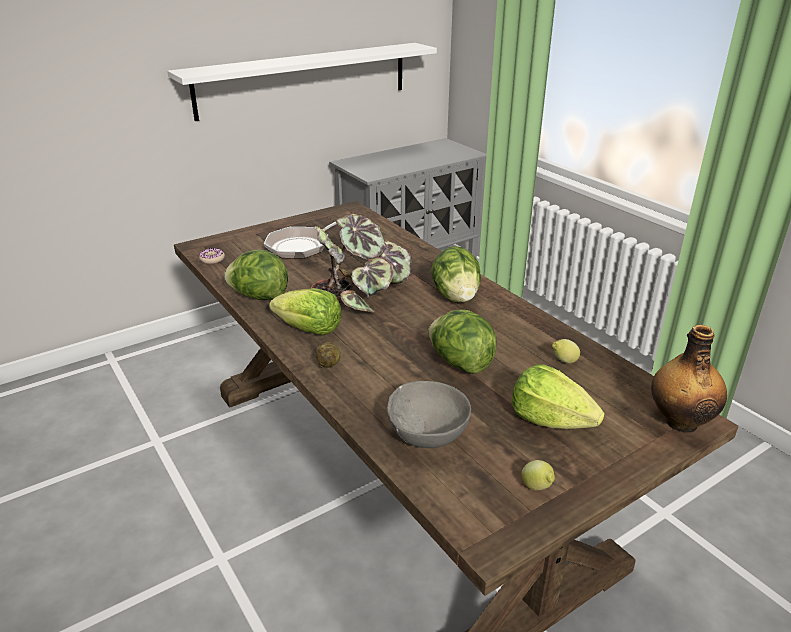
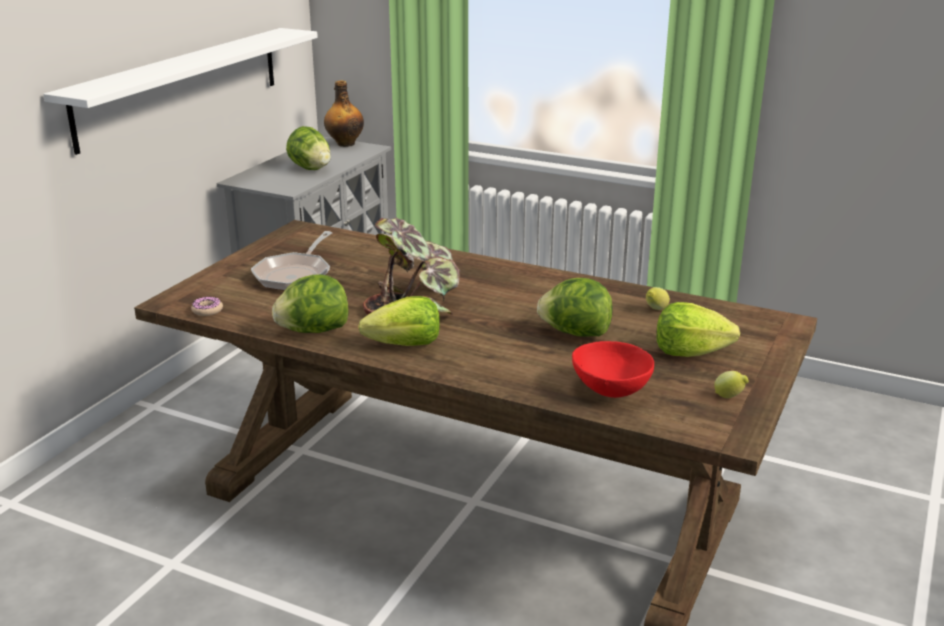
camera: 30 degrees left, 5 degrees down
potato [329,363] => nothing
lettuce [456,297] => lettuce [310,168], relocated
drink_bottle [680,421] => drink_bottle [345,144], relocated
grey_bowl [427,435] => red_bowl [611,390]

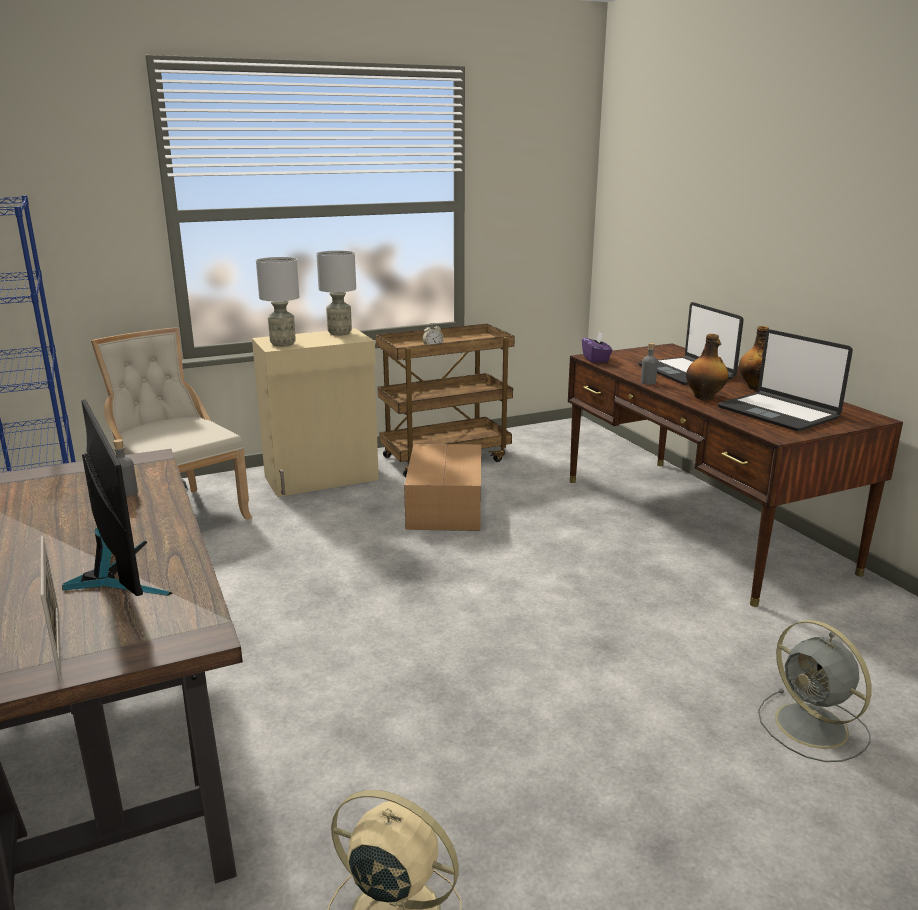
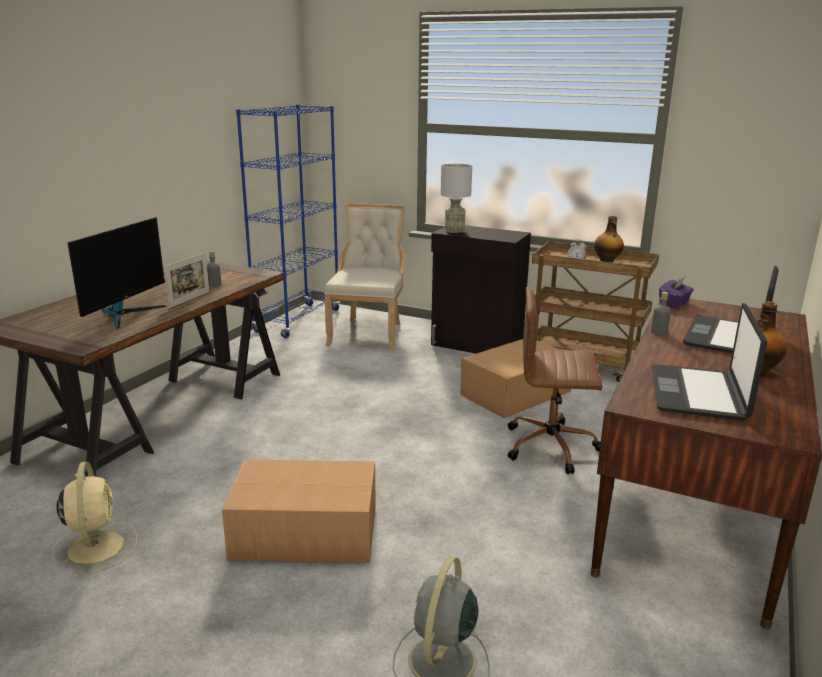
camera: 50 degrees right, 0 degrees up
grey_lamp_for_a_table [340,333] => nothing
nothing => cardboard_box [307,533]
nothing => brownish_computer_chair [552,446]
standing_frame [59,644] => standing_frame [190,299], relocated
drink_bottle [704,397] => drink_bottle [606,261], relocated
sand-coloured_cupboard [322,478] => black_cupboard [476,345]

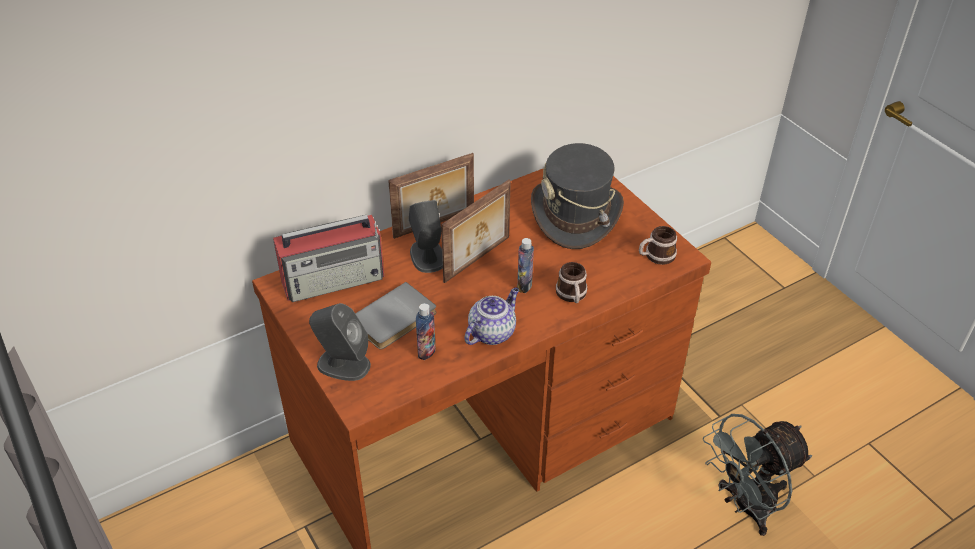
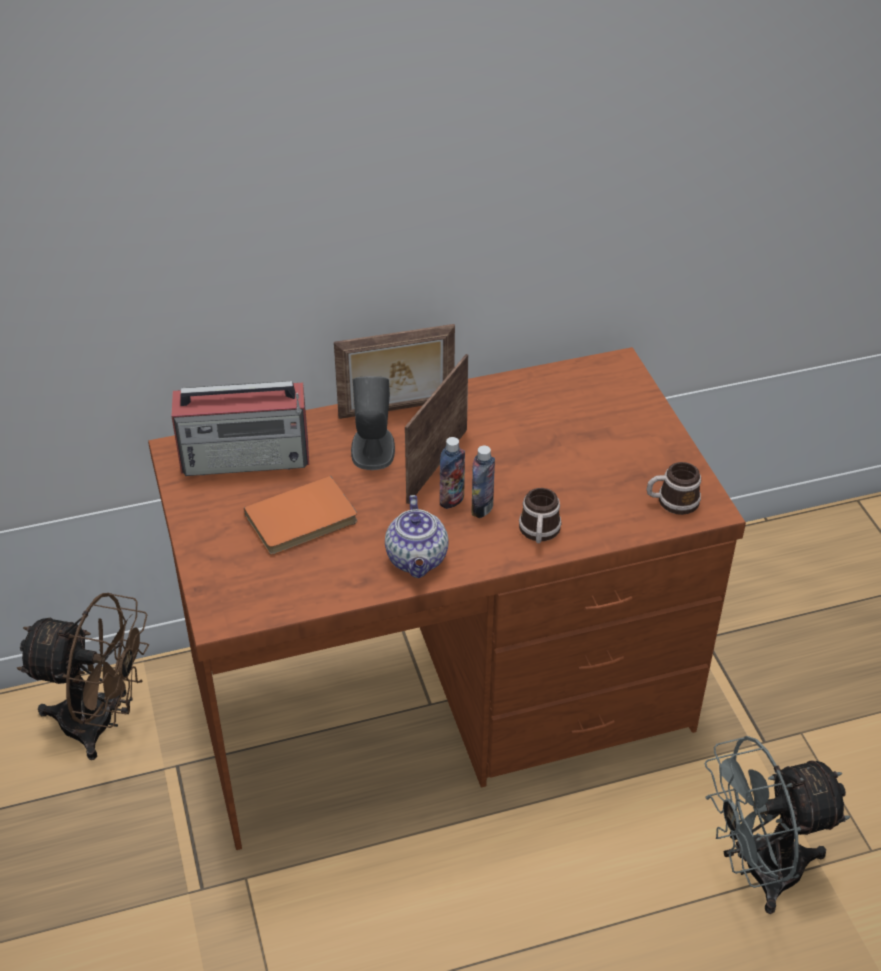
camera: 15 degrees right, 0 degrees up
grey_audio_speaker [343,364] => nothing
grey_hat [576,215] => nothing
nothing => brownish_fan [101,723]
drink_bottle [426,351] => drink_bottle [452,500], relocated
grey_bound_book [395,319] => orangey_bound_book [303,521]
standing_frame [478,260] => standing_frame [435,464], 150 degrees clockwise
tea_pot [492,332] => tea_pot [417,560], 120 degrees clockwise

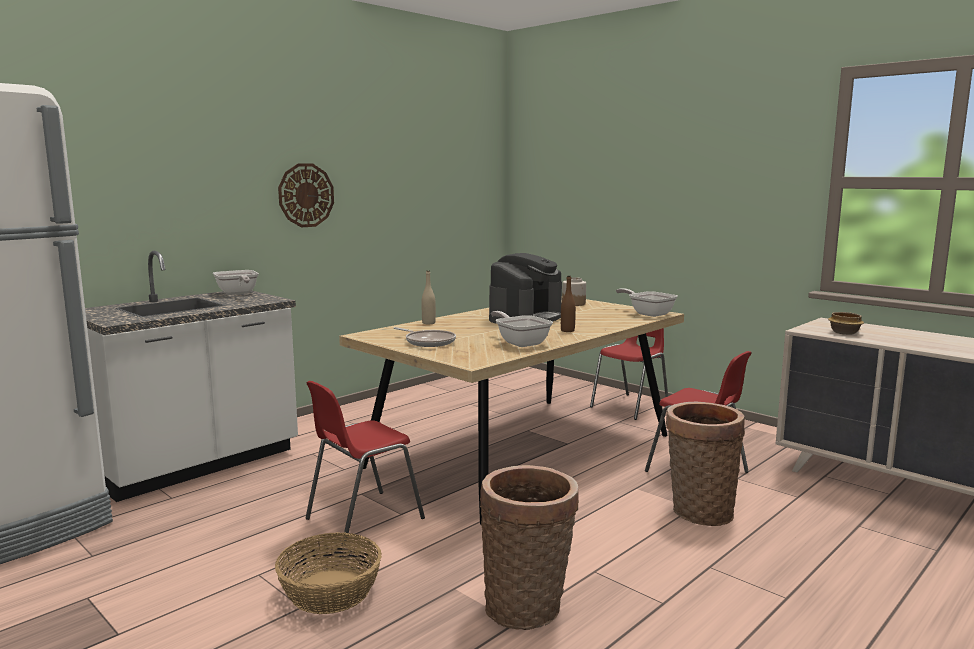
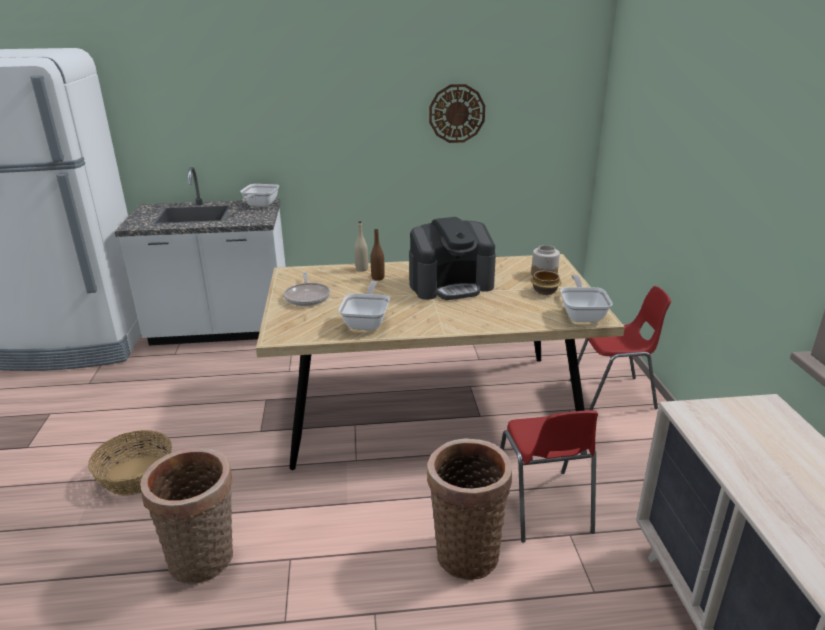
camera: 40 degrees right, 15 degrees up
red_upright_chair [363,518] => nothing
clock_on_the_wall [306,195] => clock_on_the_wall [456,113], relocated
brownish_drink_bottle [567,330] => brownish_drink_bottle [378,278], relocated
bowl [844,332] => bowl [545,291], relocated

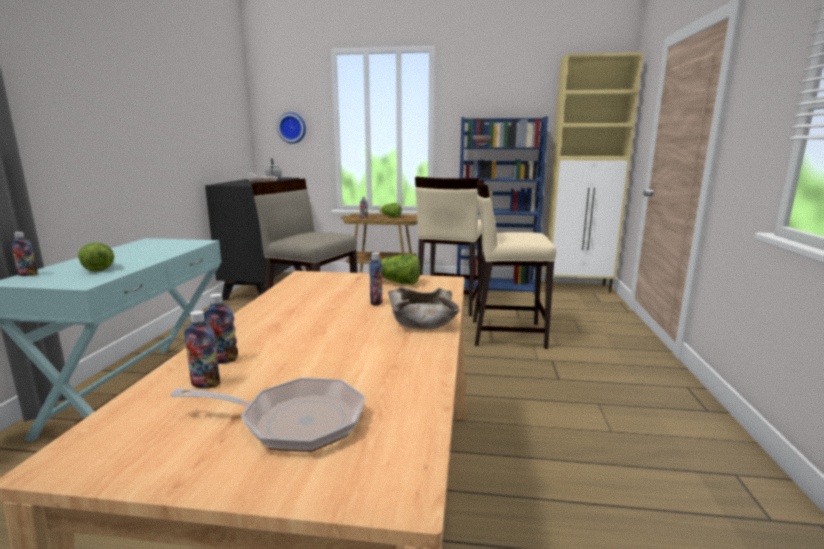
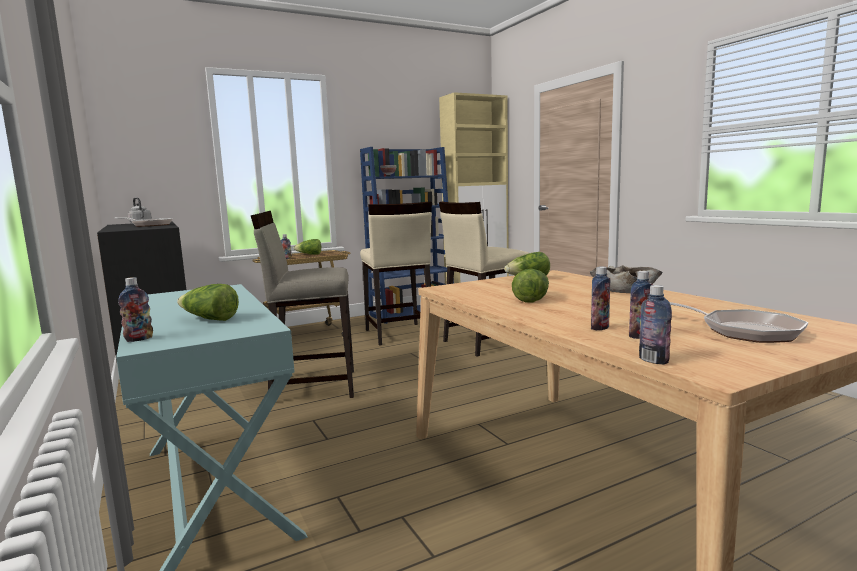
camera: 35 degrees left, 5 degrees down
clock_on_the_wall [292,128] => nothing
nothing => lettuce [531,299]
drink_bottle [376,302] => drink_bottle [653,360], relocated
frying_pan [294,421] => frying_pan [742,331], 75 degrees clockwise

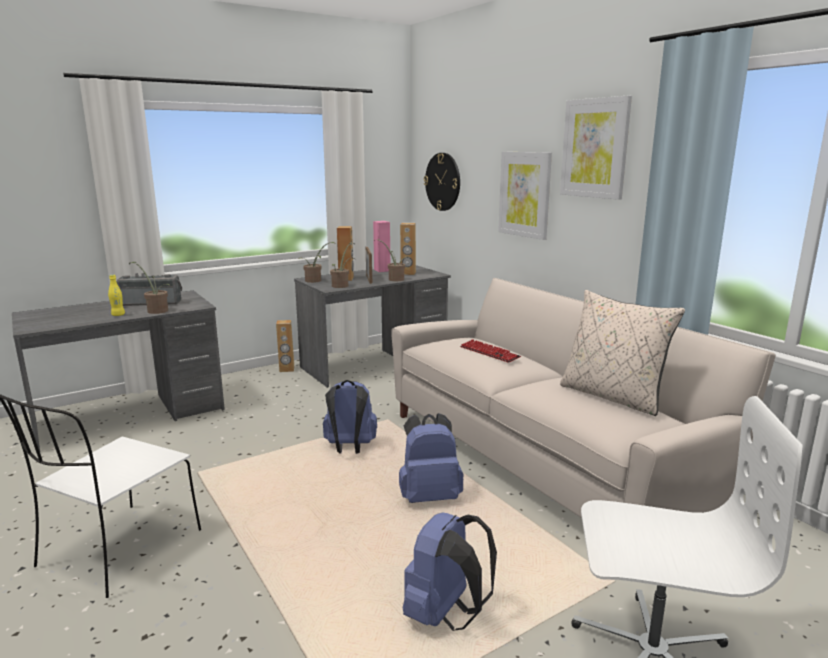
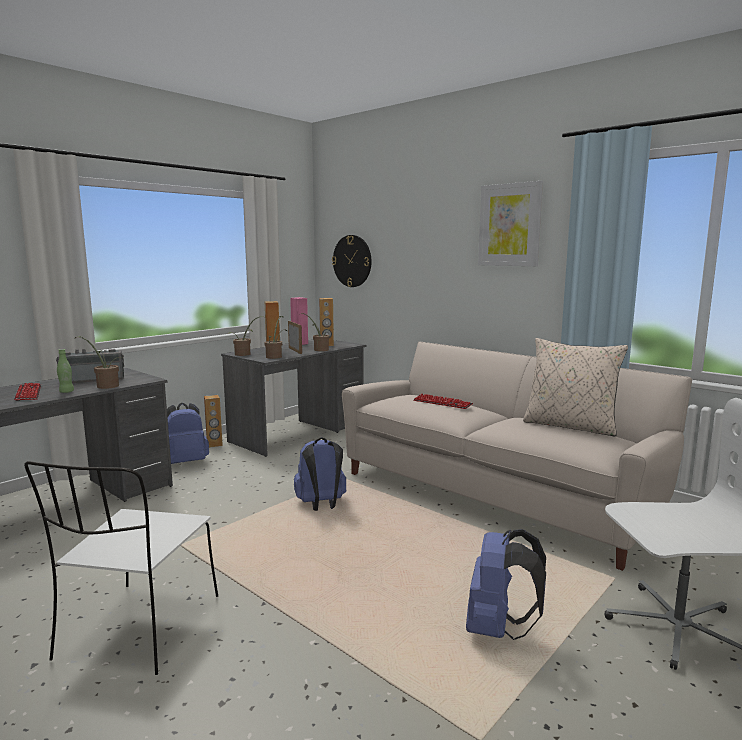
camera: 15 degrees left, 5 degrees down
wall_art [525,194] => nothing
nothing => PC_keyboard [28,393]
blue_rucksack [429,496] => blue_rucksack [186,462], relocated
yellow_drink_bottle [118,315] => green_drink_bottle [66,392]

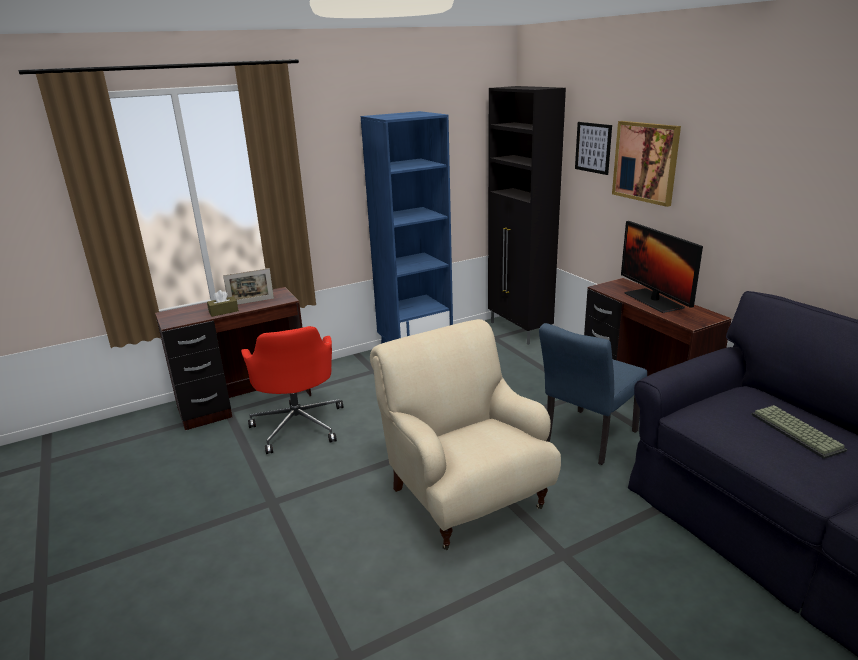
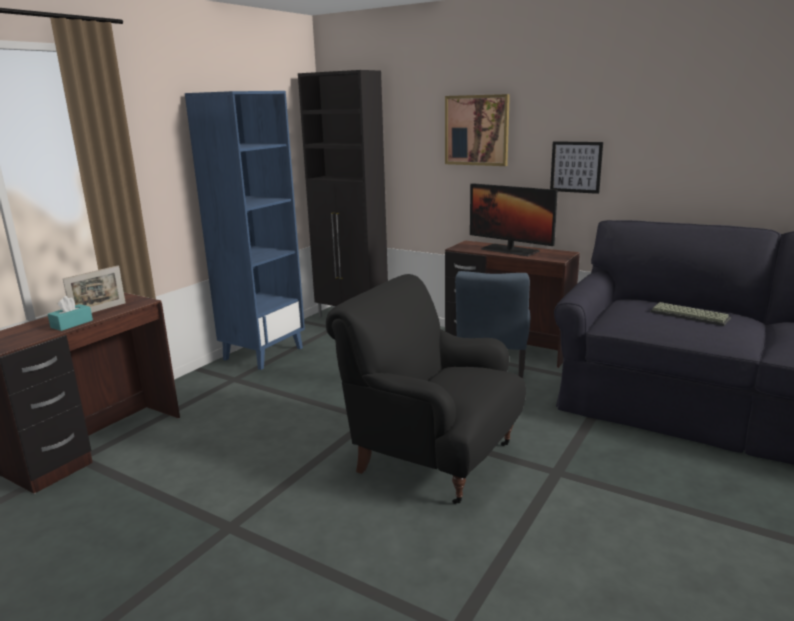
camera: 30 degrees left, 5 degrees down
red_computer_chair [298,425] => nothing
wall_art [593,147] => wall_art [576,167], relocated
brownish_tissue_holder [223,311] => blue-green_tissue_holder [72,324]
sand-coloured_easy_chair [465,497] => black_easy_chair [432,457]

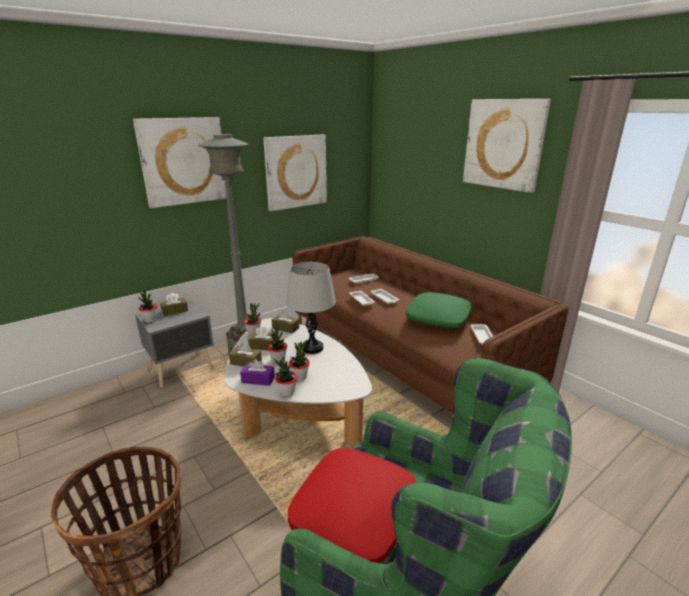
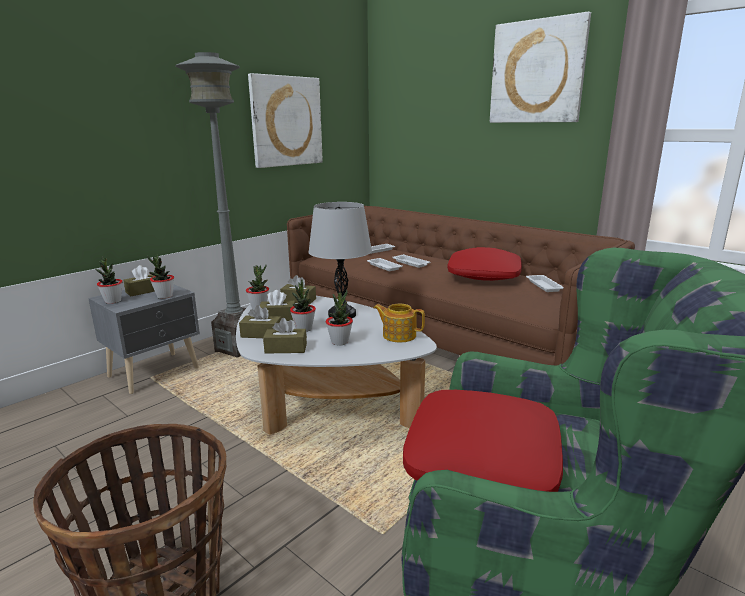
camera: 10 degrees left, 5 degrees down
wall_art [183,161] => nothing
nothing => tea_pot [398,335]
potted_plant [287,393] => potted_plant [164,296], relocated
purple_tissue_holder [258,380] => brownish_tissue_holder [286,348]
green_throw_pillow [438,317] => red_throw_pillow [483,274]

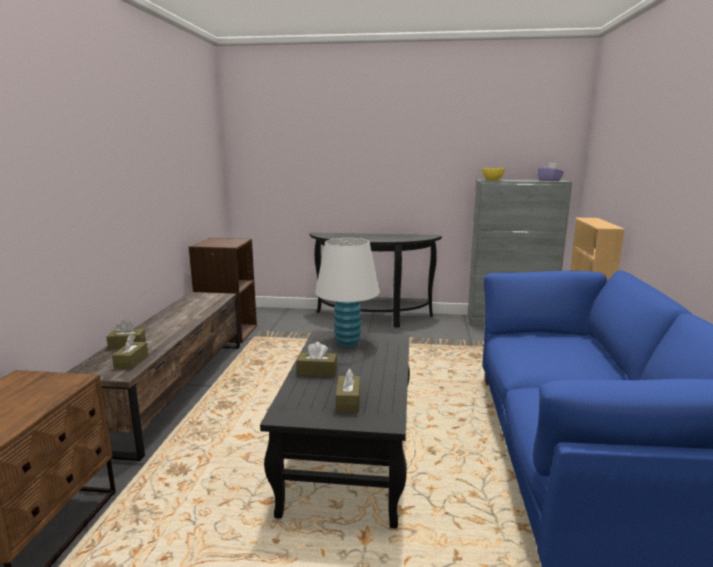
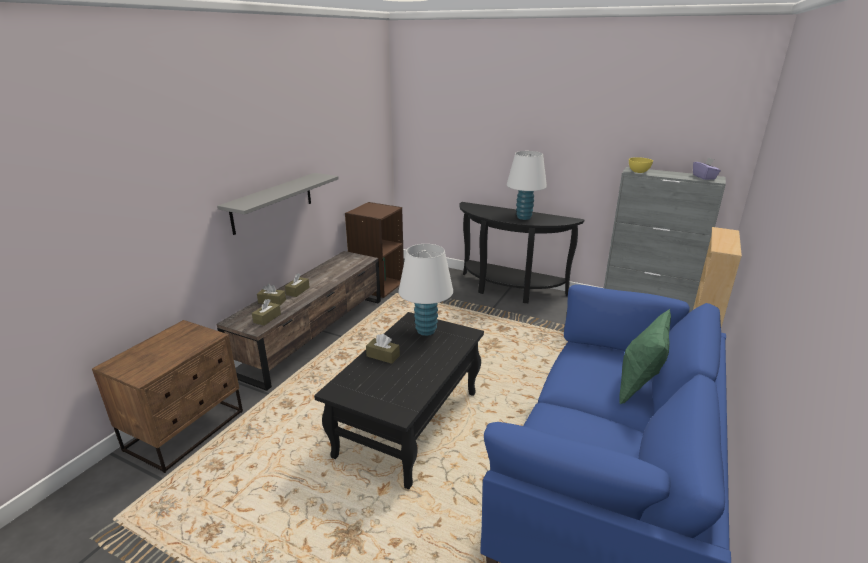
camera: 20 degrees right, 10 degrees up
nothing => grey_wall_shelf [272,202]
nothing => white-coloured_lamp_for_a_table [524,217]
nothing => green_throw_pillow [638,386]
brownish_tissue_holder [348,402] => brownish_tissue_holder [298,291], relocated

